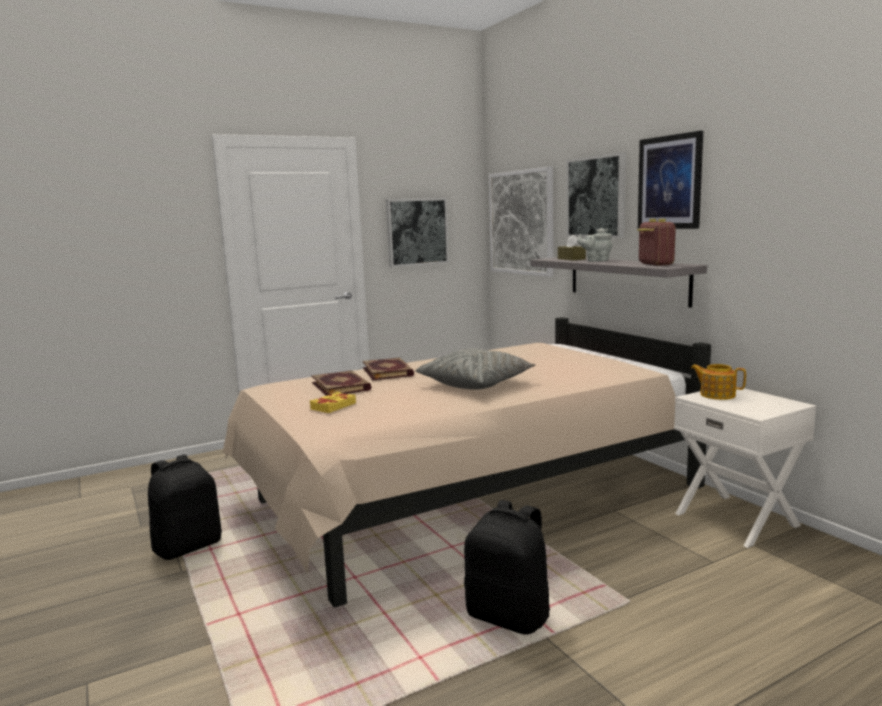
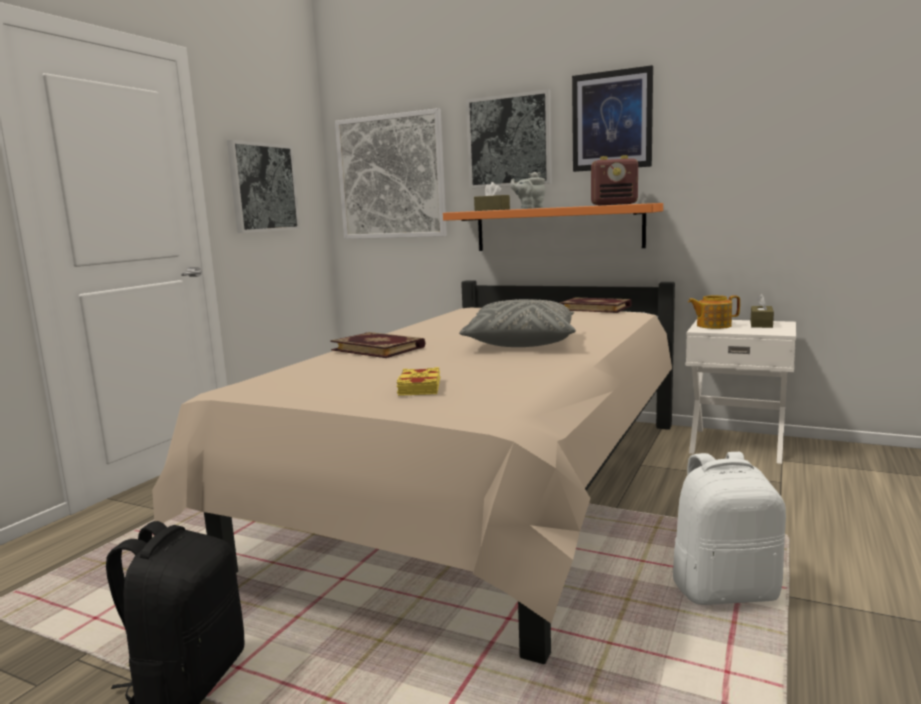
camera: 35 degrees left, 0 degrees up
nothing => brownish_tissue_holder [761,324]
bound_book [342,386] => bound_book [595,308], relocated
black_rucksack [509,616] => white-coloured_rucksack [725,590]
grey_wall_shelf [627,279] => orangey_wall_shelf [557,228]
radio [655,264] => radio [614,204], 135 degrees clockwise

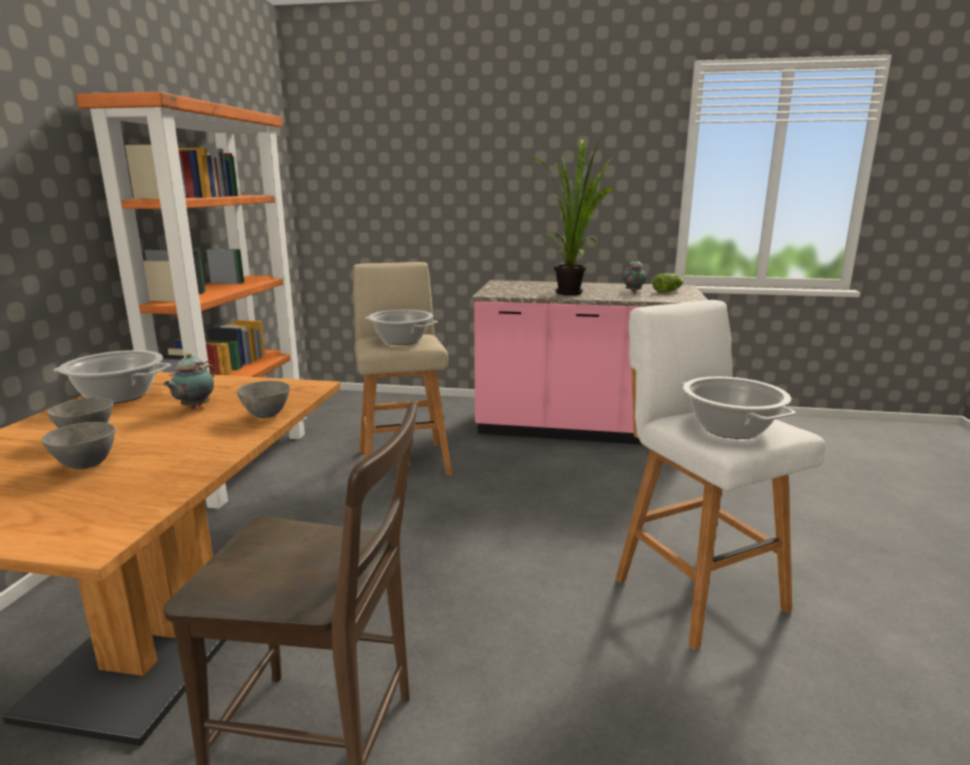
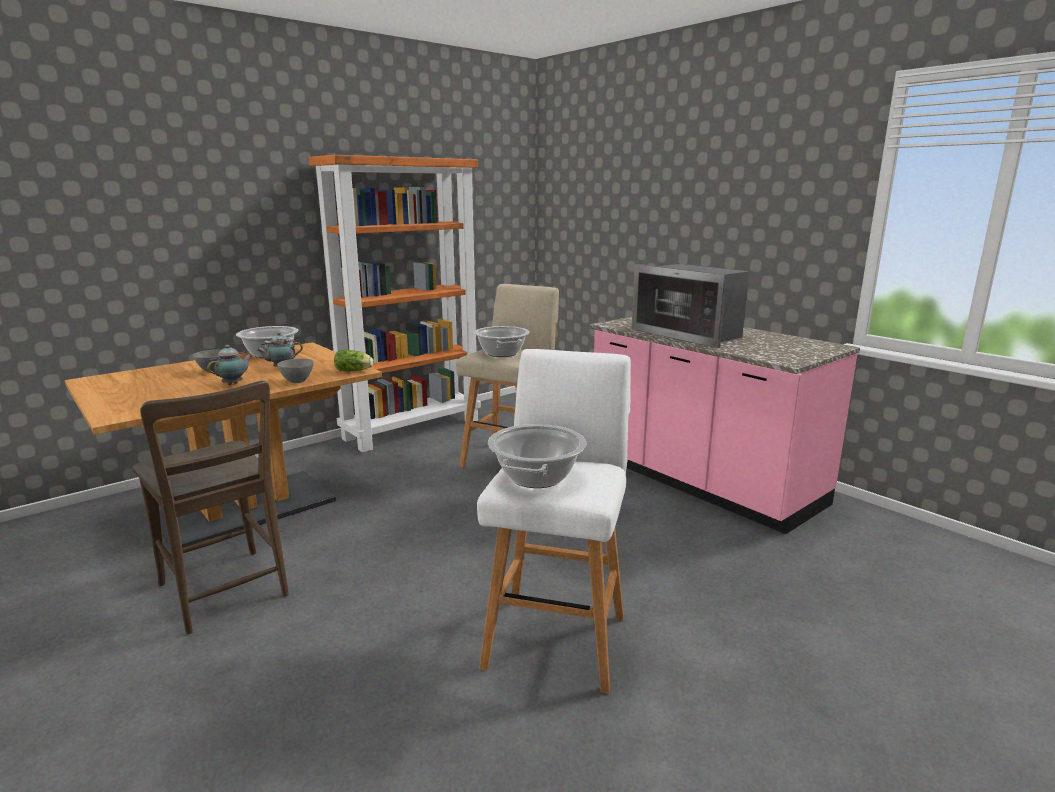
camera: 40 degrees right, 0 degrees up
grey_bowl [84,465] => nothing
tea_pot [633,291] => tea_pot [234,384], relocated
lettuce [668,291] => lettuce [355,371], relocated
potted_plant [573,292] => microwave_oven [690,334]

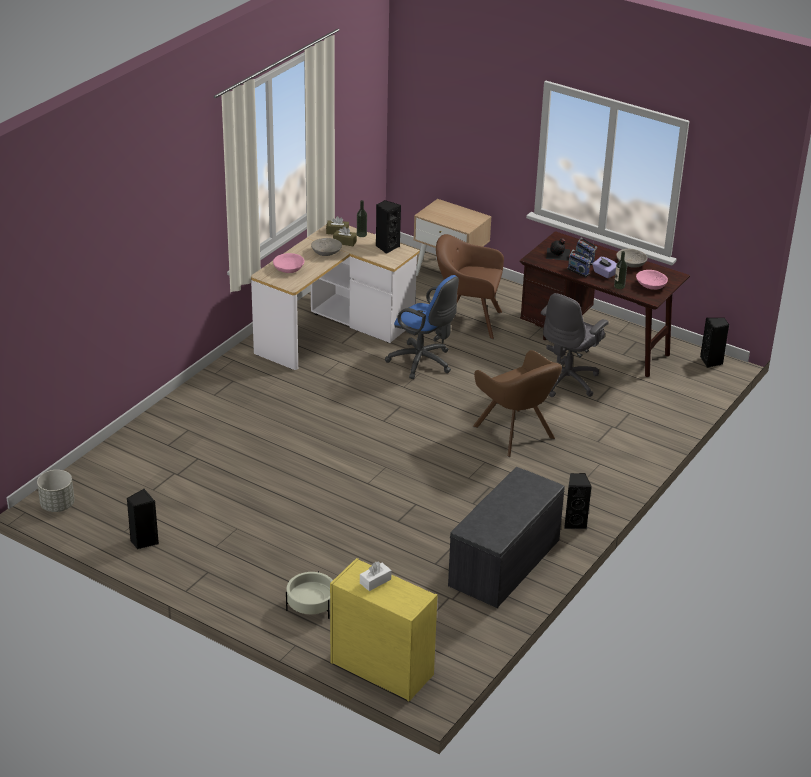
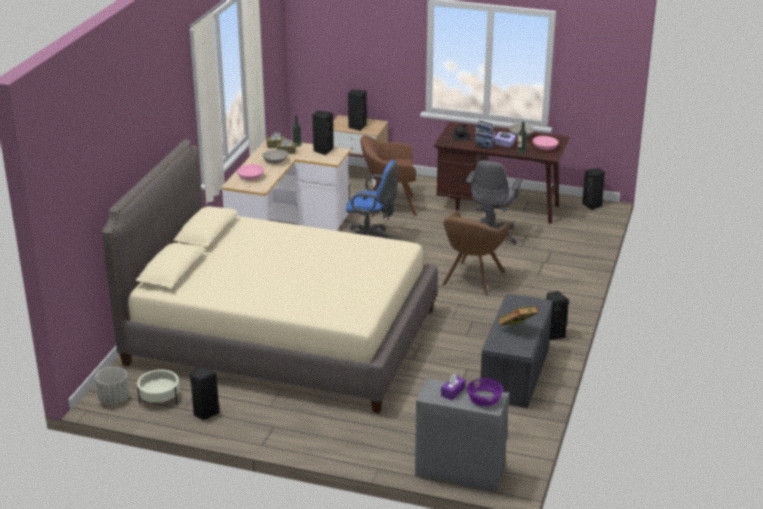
camera: 15 degrees left, 5 degrees down
nothing => sand-coloured_sleeping_bed [281,336]
nothing => black_audio_speaker [357,127]
nothing => purple_bowl [485,398]
nothing => bound_book [516,330]
sand-coloured_planter [311,606] => sand-coloured_planter [159,398], relocated
yellow_dresser [380,668] => grey_dresser [458,471]
white-coloured_tissue_holder [375,581] => purple_tissue_holder [453,392]
brownish_easy_chair [516,434] => brownish_easy_chair [472,280], 75 degrees clockwise

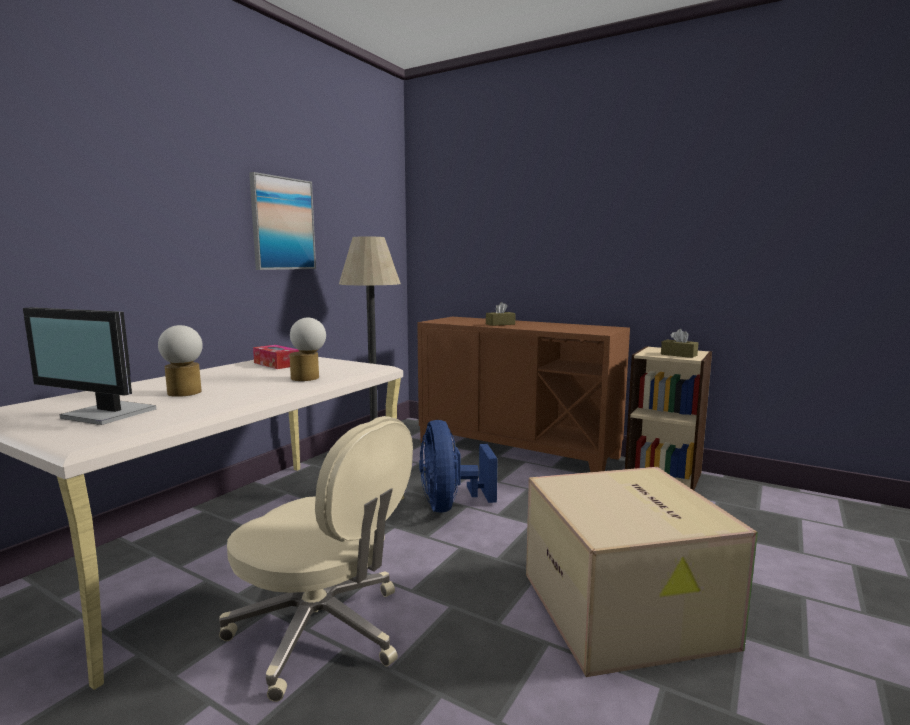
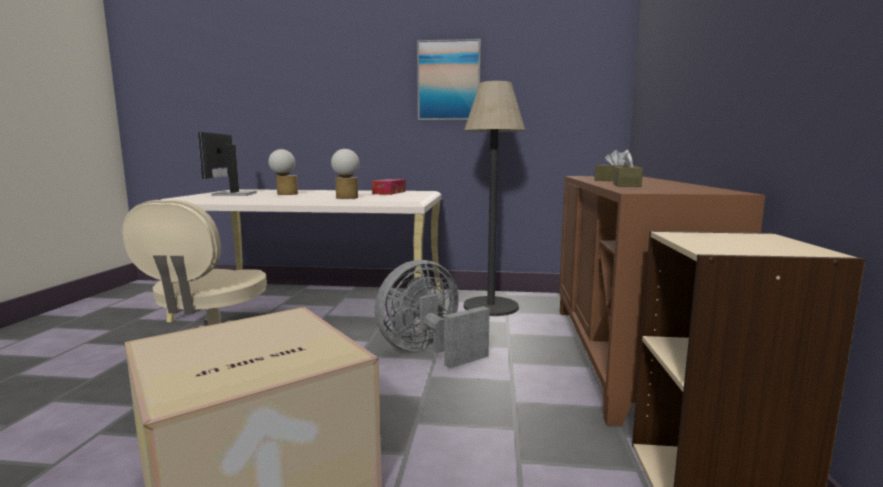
camera: 65 degrees right, 0 degrees up
brownish_tissue_holder [678,355] => brownish_tissue_holder [626,185], relocated
blue_fan [450,505] => grey_fan [428,352]

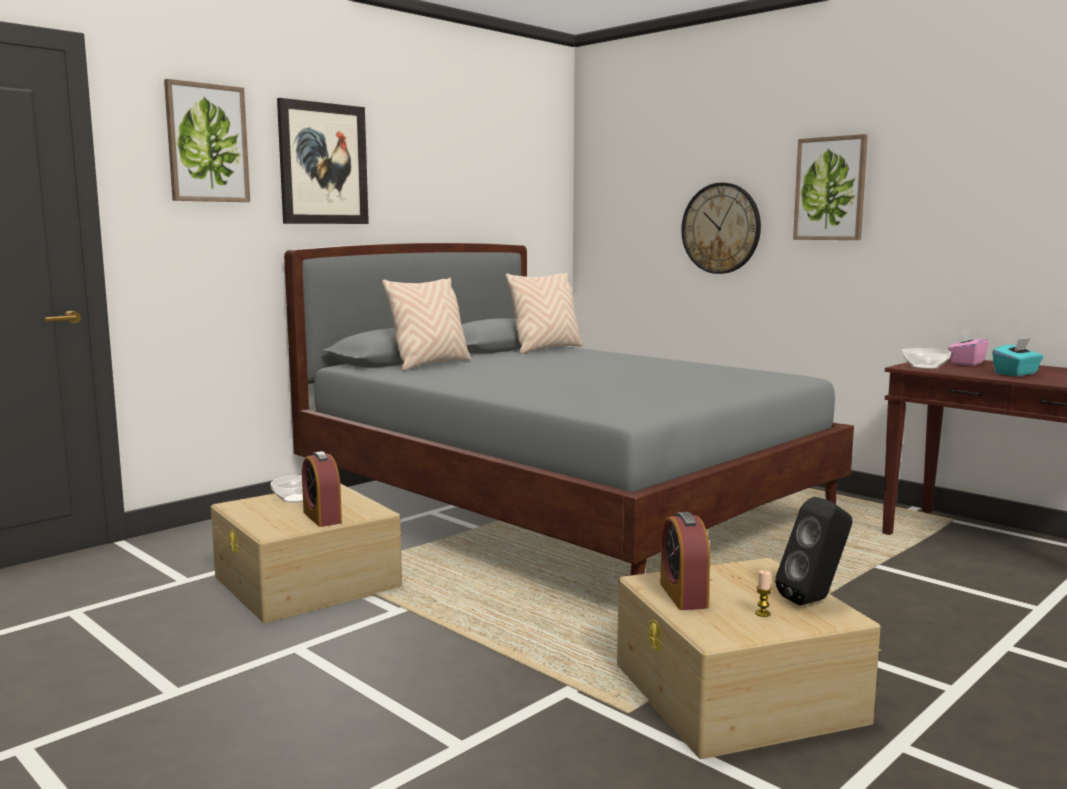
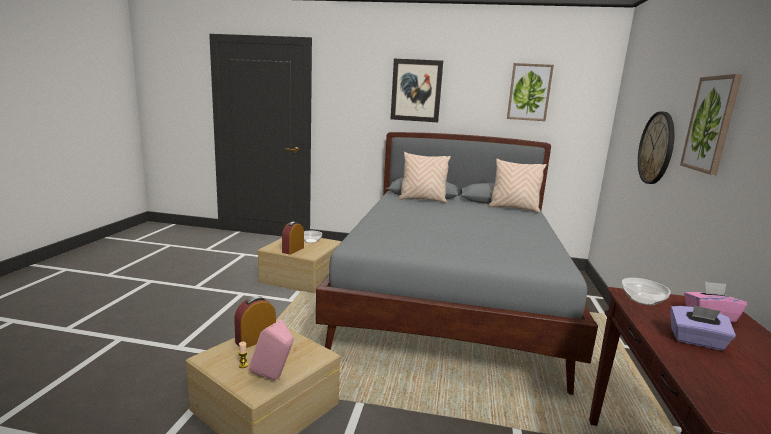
camera: 55 degrees right, 5 degrees up
wall_art [207,143] => wall_art [529,92], relocated
black_audio_speaker [814,600] => pink_audio_speaker [274,379]
blue-green_tissue_holder [1016,374] => purple_tissue_holder [696,341]

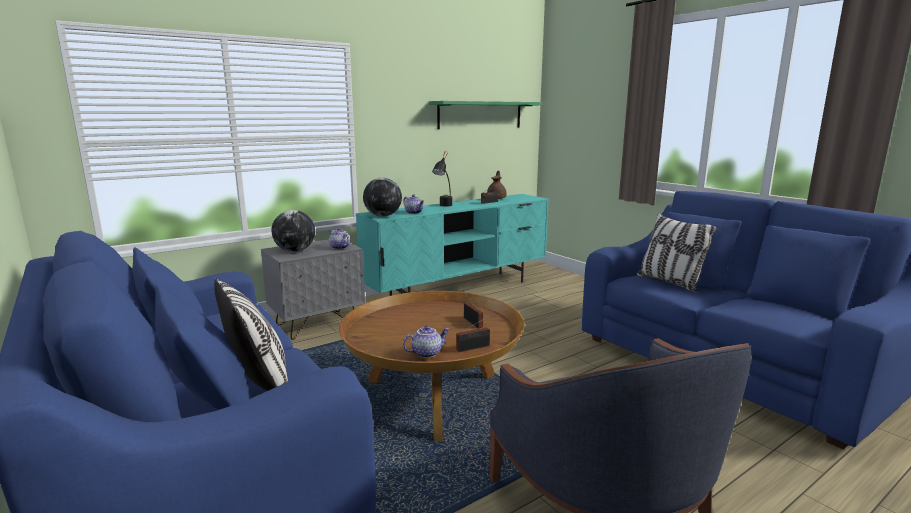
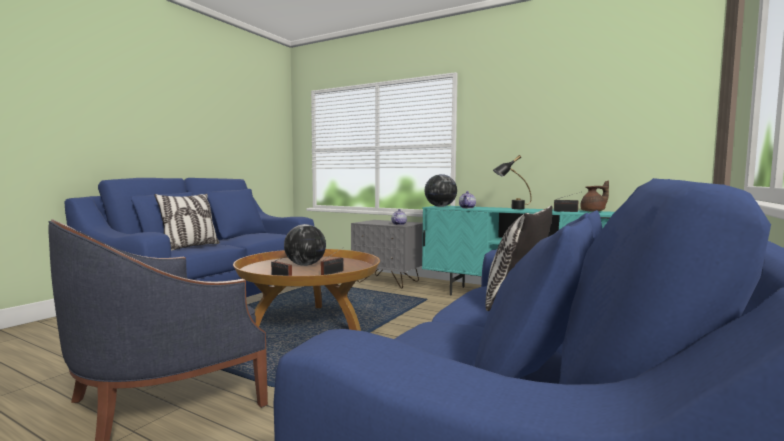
camera: 65 degrees right, 10 degrees down
tea_pot [426,353] => nothing
green_wall_shelf [480,115] => nothing
globe [295,251] => globe [305,265], relocated

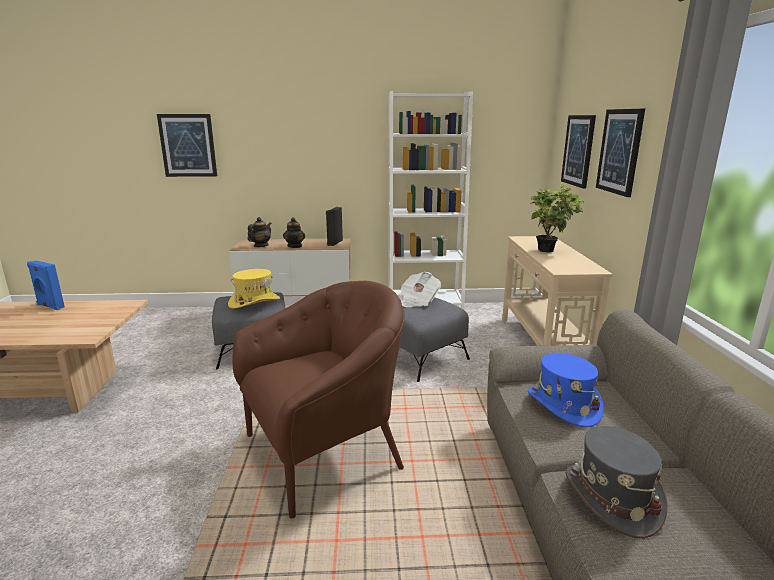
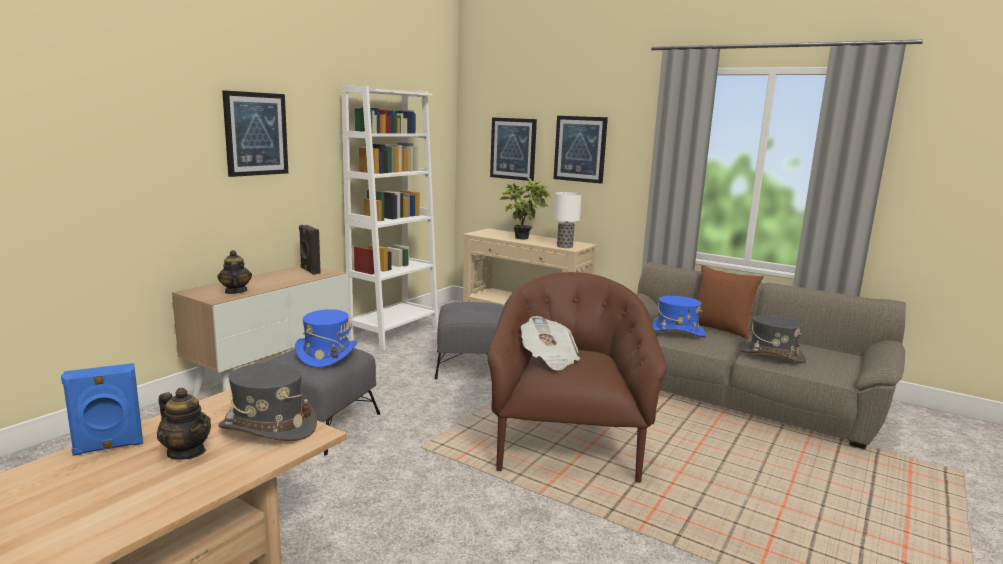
camera: 55 degrees left, 5 degrees down
nothing => grey_hat [268,427]
nothing => lamp_for_a_table [565,246]
nothing => brownish_throw_pillow [720,329]
wall_art [188,145] => wall_art [256,134], relocated
tea_pot [295,246] => tea_pot [187,452], relocated
daily_paper [418,301] => daily_paper [549,358], relocated
yellow_hat [254,302] => blue_hat [326,354]

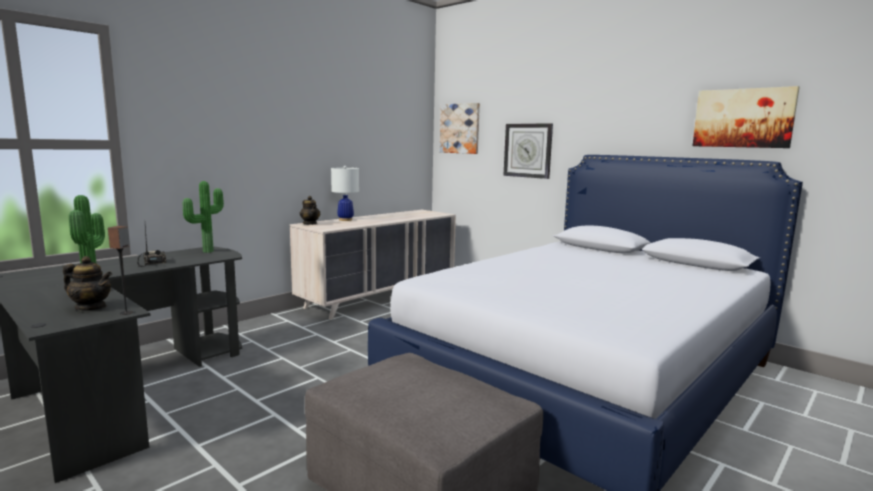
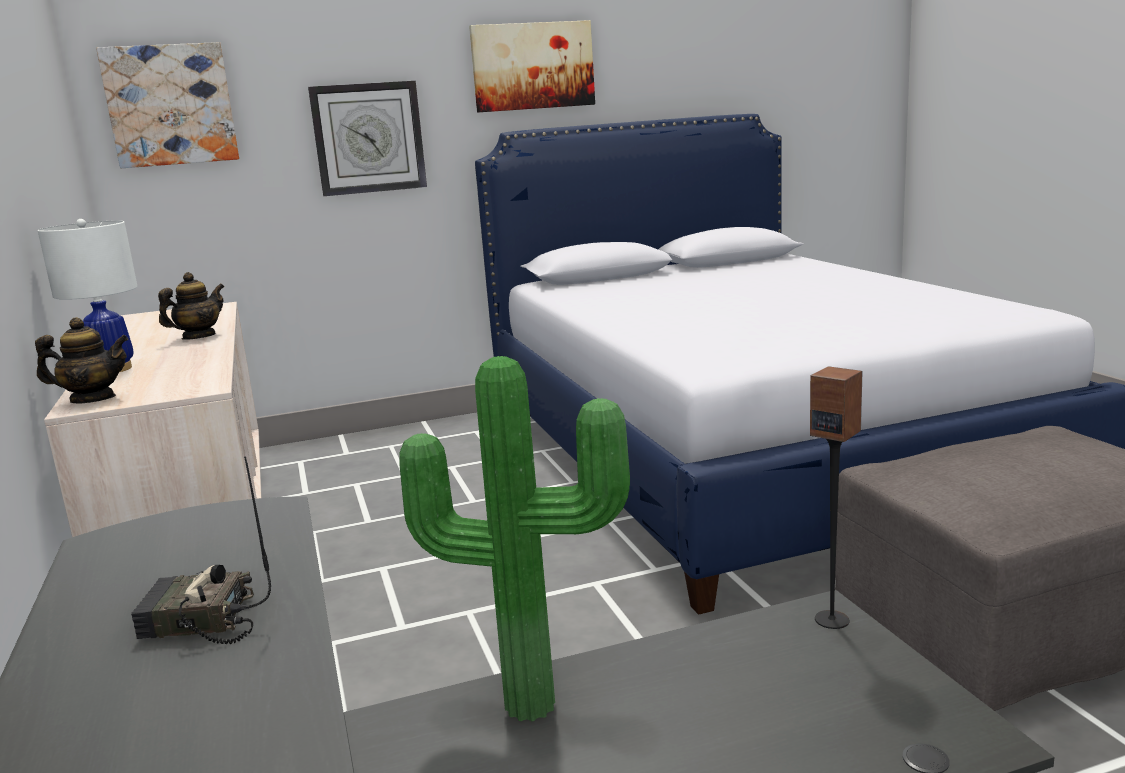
camera: 60 degrees left, 5 degrees up
potted_plant [206,251] => nothing
tea_pot [91,307] => tea_pot [198,337], relocated
wall_art [743,118] => wall_art [532,66], relocated

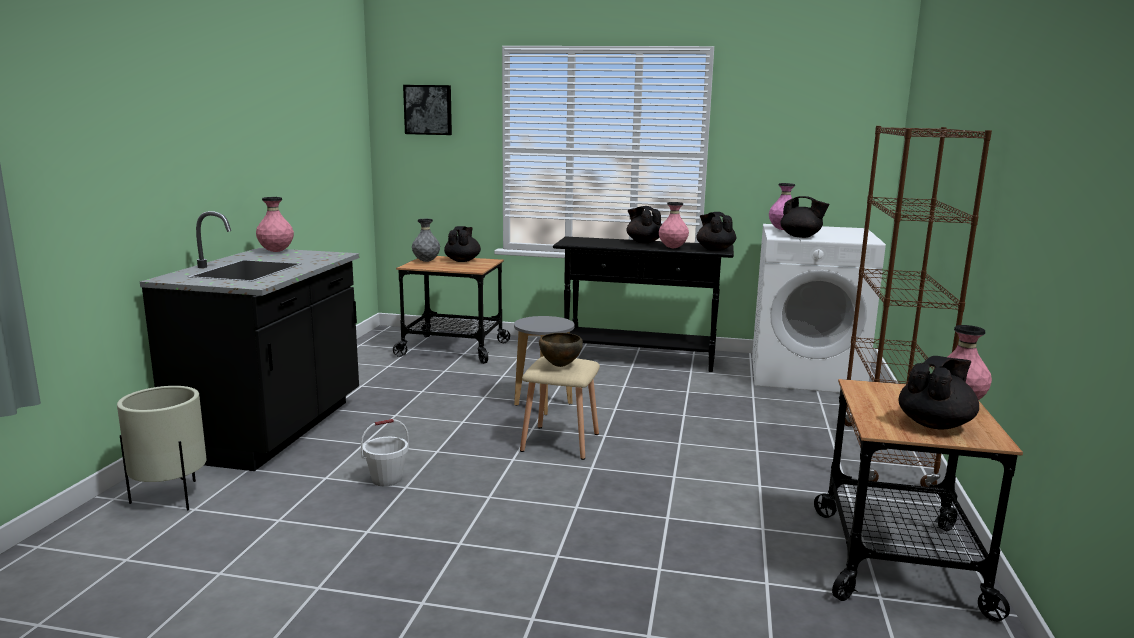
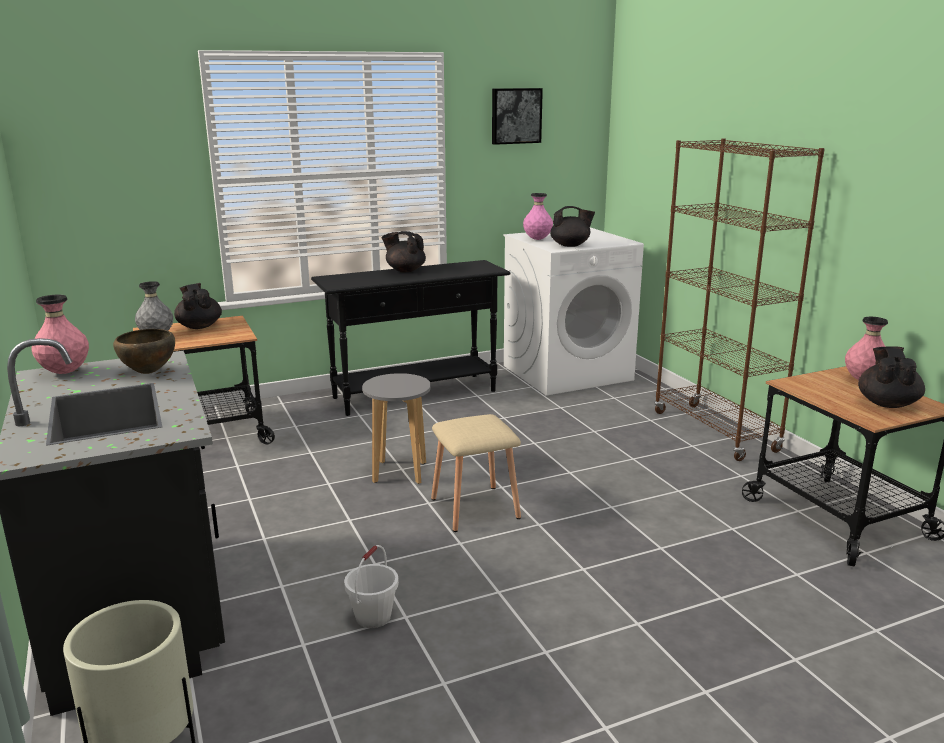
camera: 35 degrees left, 5 degrees up
pink_decorative_vase [672,248] => nothing
black_tea_pot [715,249] => nothing
wall_art [428,110] => wall_art [515,116], relocated
brownish_bowl [560,366] => brownish_bowl [148,372], relocated

